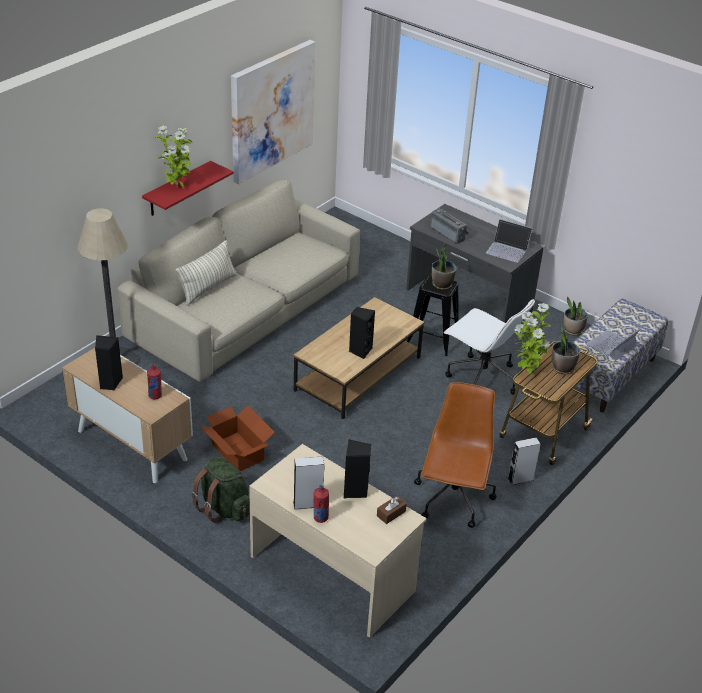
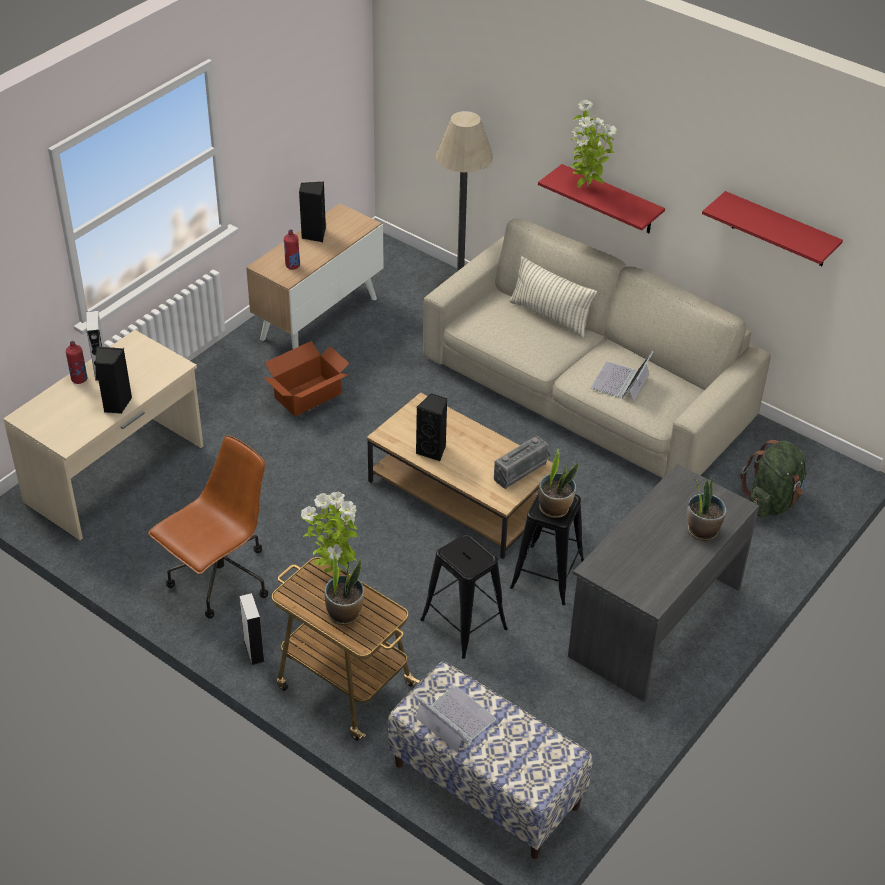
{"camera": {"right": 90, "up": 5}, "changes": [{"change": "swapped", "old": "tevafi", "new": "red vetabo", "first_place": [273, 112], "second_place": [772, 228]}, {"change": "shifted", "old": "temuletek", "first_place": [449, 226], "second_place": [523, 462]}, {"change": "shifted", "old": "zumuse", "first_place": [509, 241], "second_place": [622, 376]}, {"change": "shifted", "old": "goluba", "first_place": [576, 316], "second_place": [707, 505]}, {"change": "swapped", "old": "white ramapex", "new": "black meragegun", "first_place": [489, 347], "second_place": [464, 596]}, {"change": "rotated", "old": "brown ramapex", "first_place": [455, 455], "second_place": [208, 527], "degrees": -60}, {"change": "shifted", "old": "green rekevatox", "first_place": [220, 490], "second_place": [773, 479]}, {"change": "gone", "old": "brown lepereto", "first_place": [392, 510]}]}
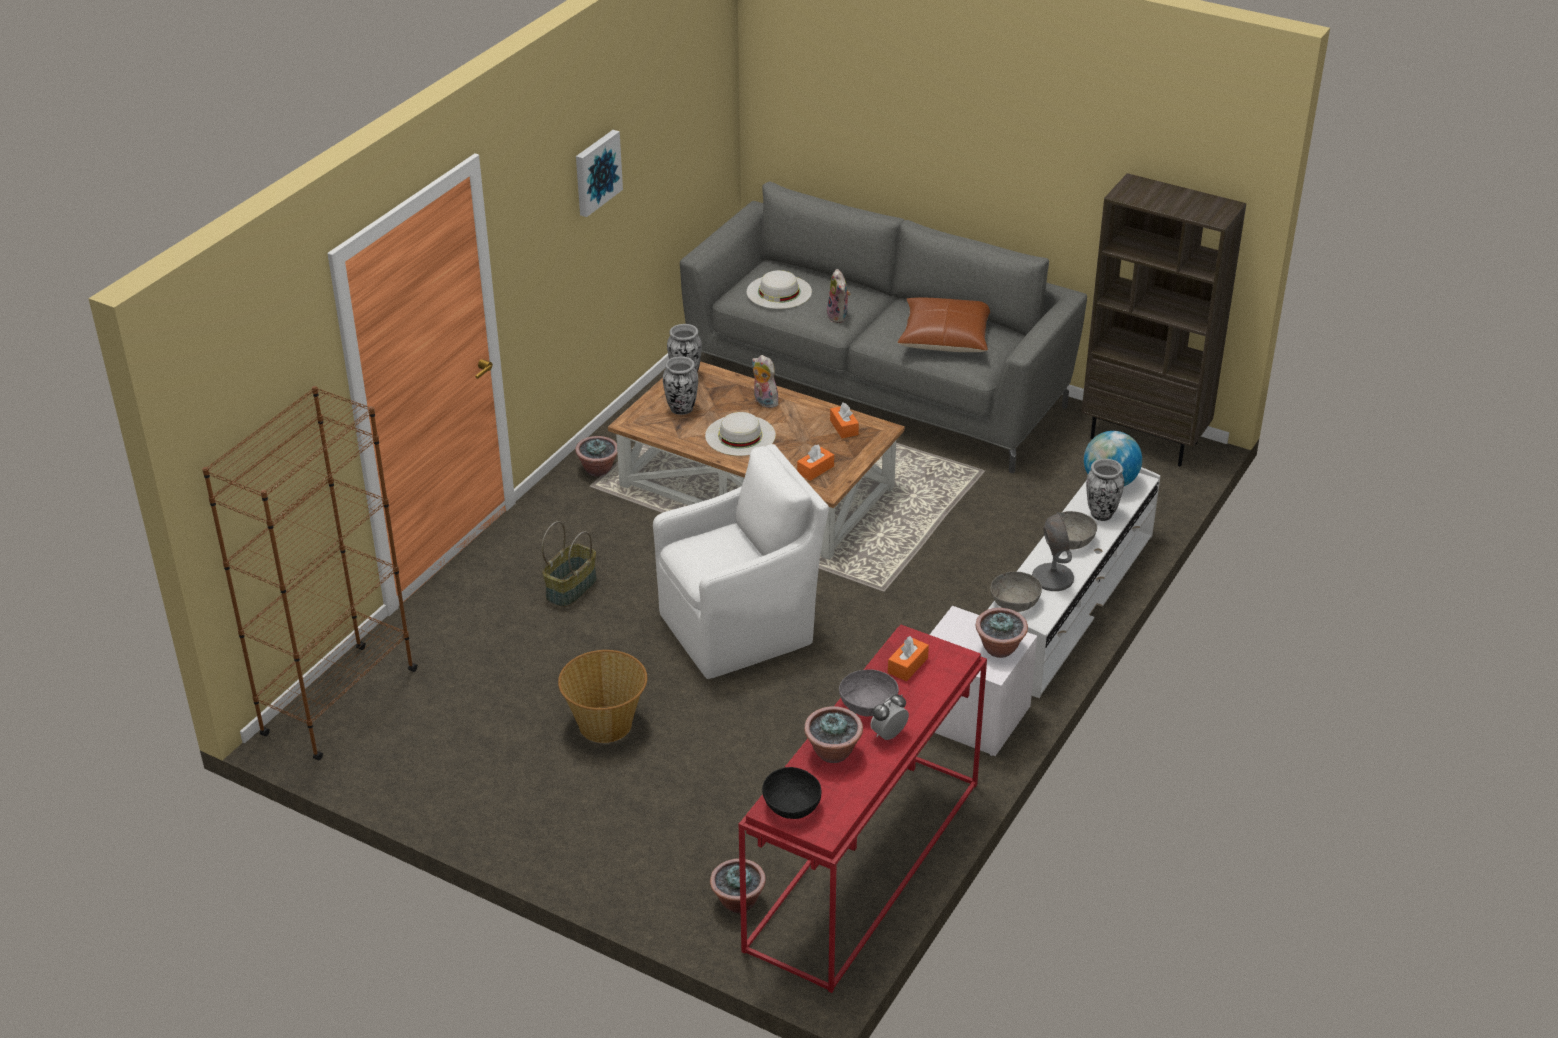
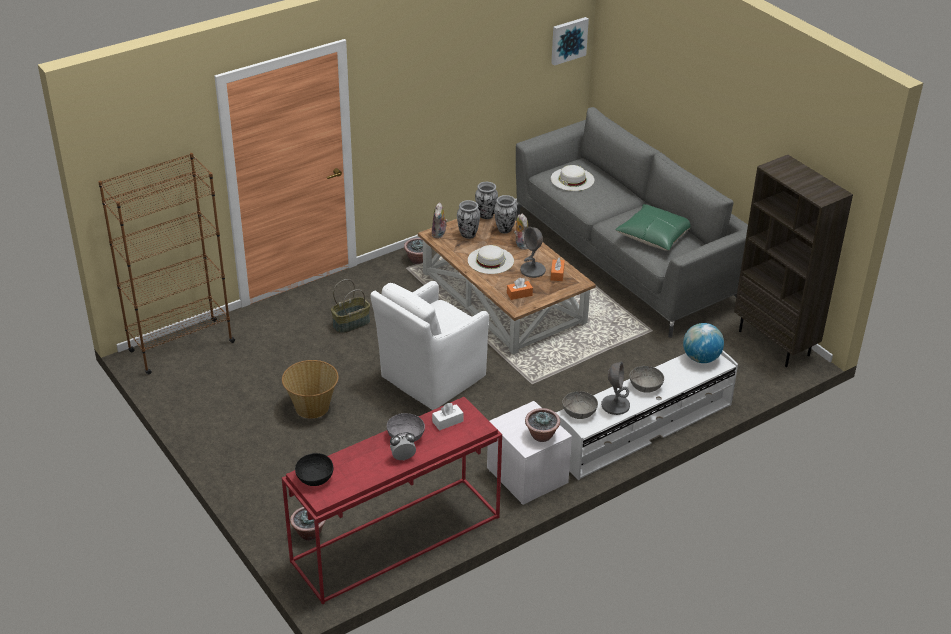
{"camera": {"right": 25, "up": 0}, "changes": [{"change": "shifted", "old": "tevafi", "first_place": [599, 173], "second_place": [570, 41]}, {"change": "shifted", "old": "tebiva", "first_place": [839, 296], "second_place": [440, 220]}, {"change": "repainted", "old": "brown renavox", "new": "green renavox", "first_place": [944, 324], "second_place": [653, 227]}, {"change": "rotated", "old": "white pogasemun", "first_place": [741, 561], "second_place": [429, 345], "degrees": 135}, {"change": "shifted", "old": "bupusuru", "first_place": [1105, 490], "second_place": [505, 214]}, {"change": "repainted", "old": "orange lepereto", "new": "white lepereto", "first_place": [908, 658], "second_place": [448, 417]}, {"change": "gone", "old": "goluba", "first_place": [833, 734]}, {"change": "new", "new": "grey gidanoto", "second_place": [533, 252]}]}
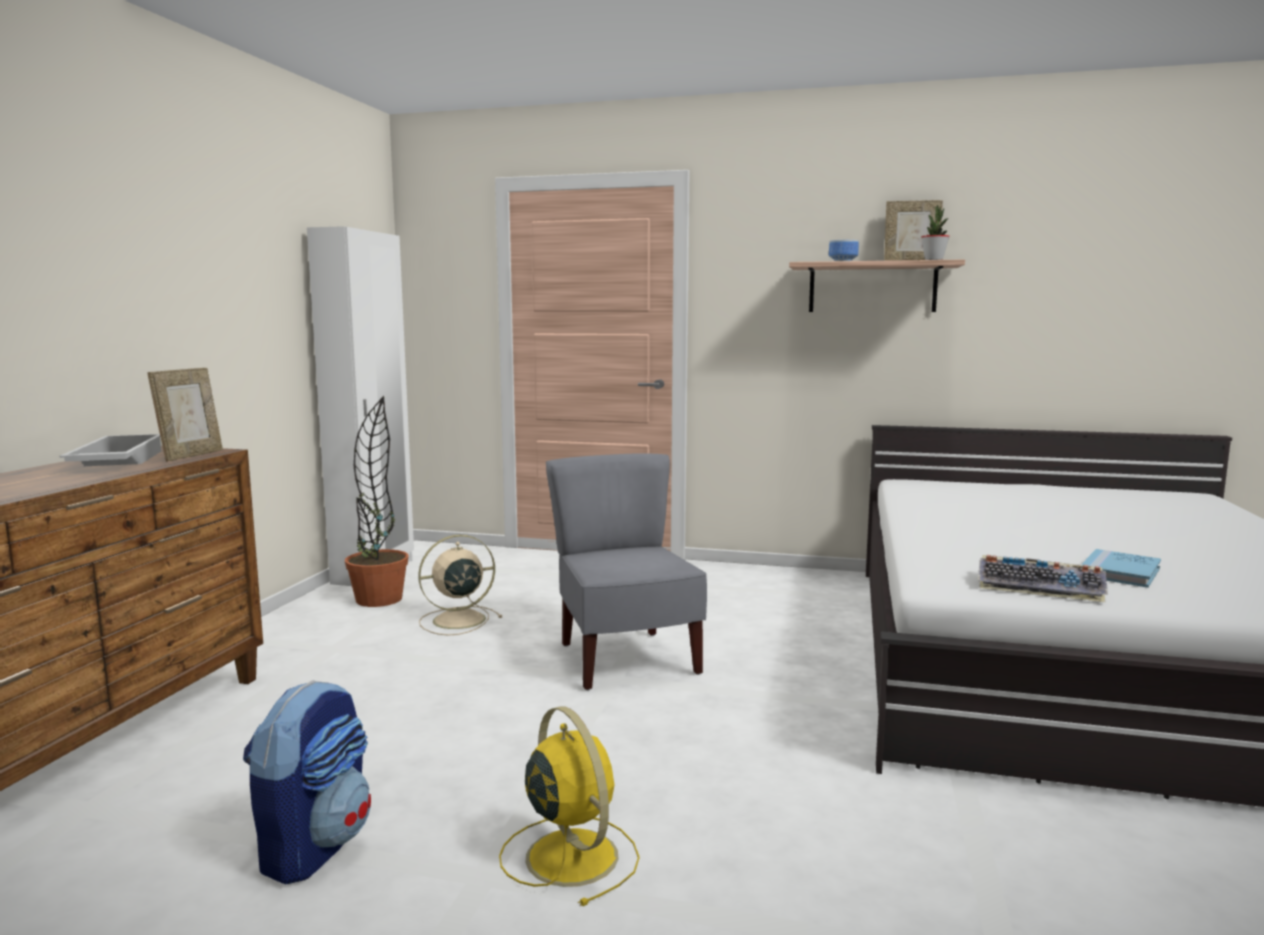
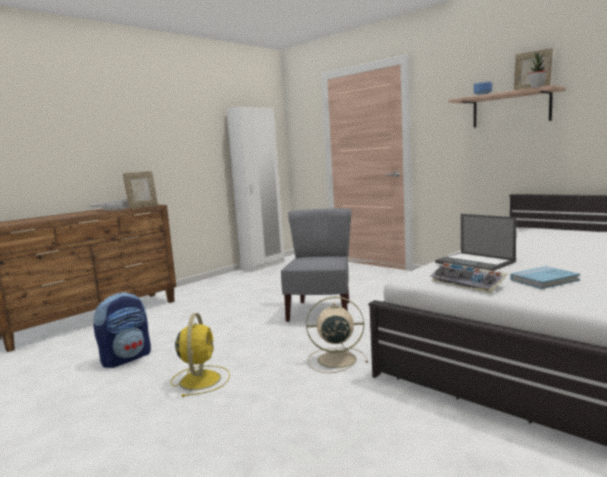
{"camera": {"right": 30, "up": 0}, "changes": [{"change": "gone", "old": "goluba", "first_place": [377, 501]}, {"change": "shifted", "old": "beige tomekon", "first_place": [460, 585], "second_place": [337, 335]}, {"change": "new", "new": "zumuse", "second_place": [476, 242]}]}
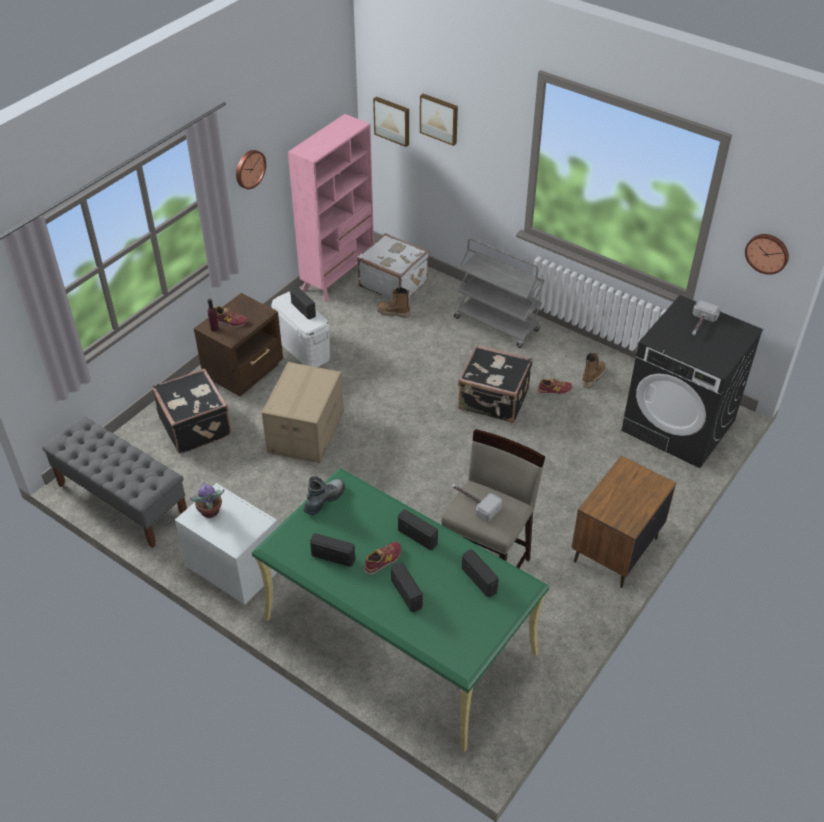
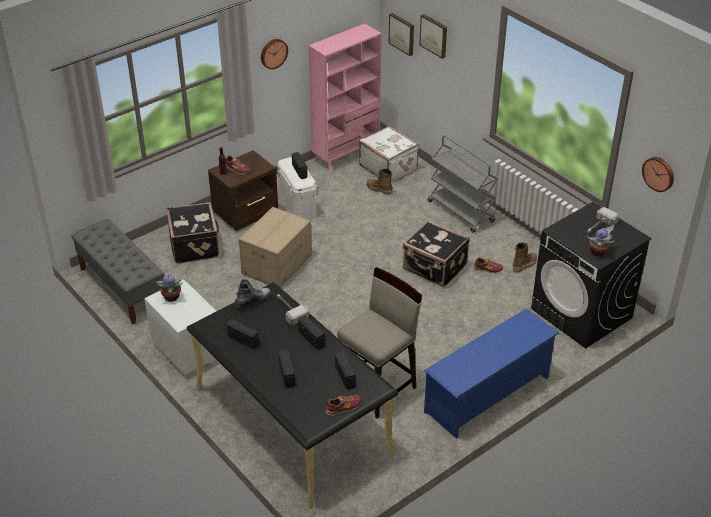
{"camera": {"right": 15, "up": -5}, "changes": [{"change": "swapped", "old": "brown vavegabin", "new": "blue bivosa", "first_place": [623, 522], "second_place": [491, 374]}, {"change": "repainted", "old": "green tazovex", "new": "black tazovex", "first_place": [400, 610], "second_place": [292, 395]}, {"change": "shifted", "old": "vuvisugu", "first_place": [477, 502], "second_place": [293, 309]}, {"change": "shifted", "old": "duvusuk", "first_place": [382, 558], "second_place": [343, 405]}, {"change": "new", "new": "goluba", "second_place": [601, 239]}]}
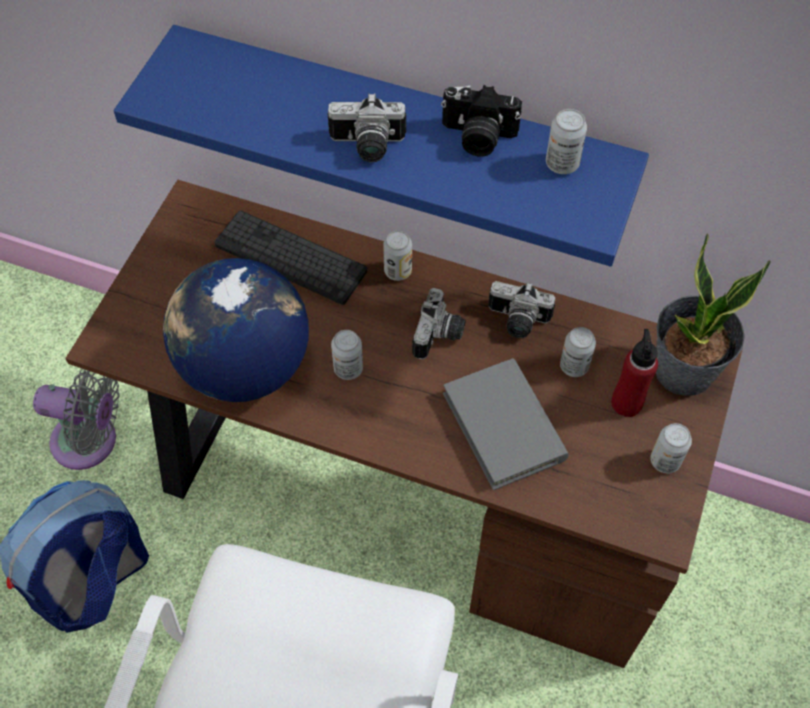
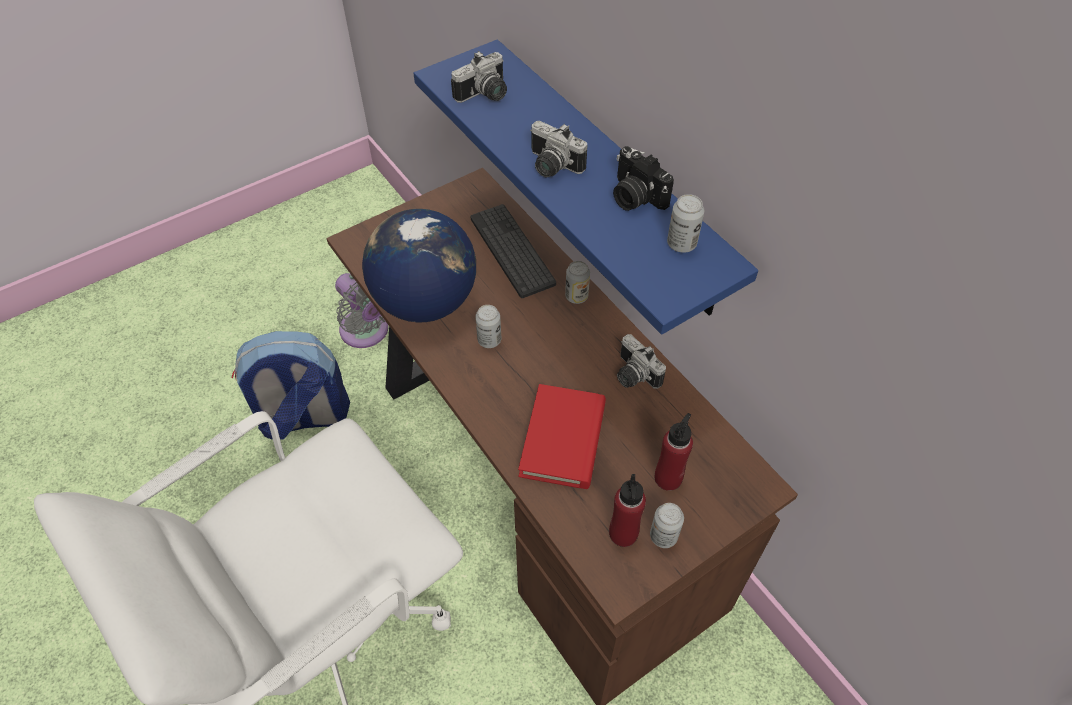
{"camera": {"right": 35, "up": -5}, "changes": [{"change": "gone", "old": "goluba", "first_place": [713, 314]}, {"change": "shifted", "old": "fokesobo", "first_place": [439, 324], "second_place": [479, 77]}, {"change": "gone", "old": "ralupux", "first_place": [578, 352]}, {"change": "repainted", "old": "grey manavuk", "new": "red manavuk", "first_place": [506, 424], "second_place": [562, 436]}, {"change": "new", "new": "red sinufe", "second_place": [627, 510]}]}
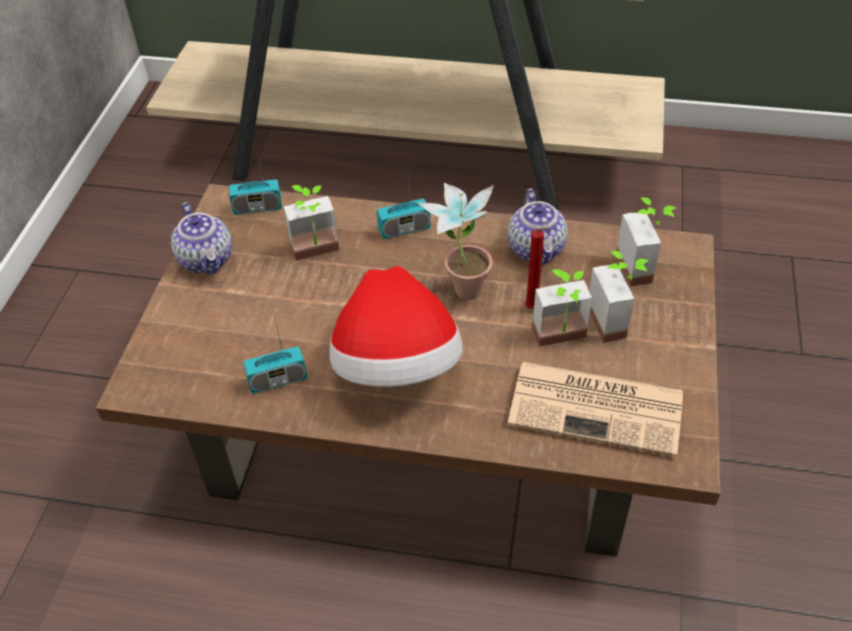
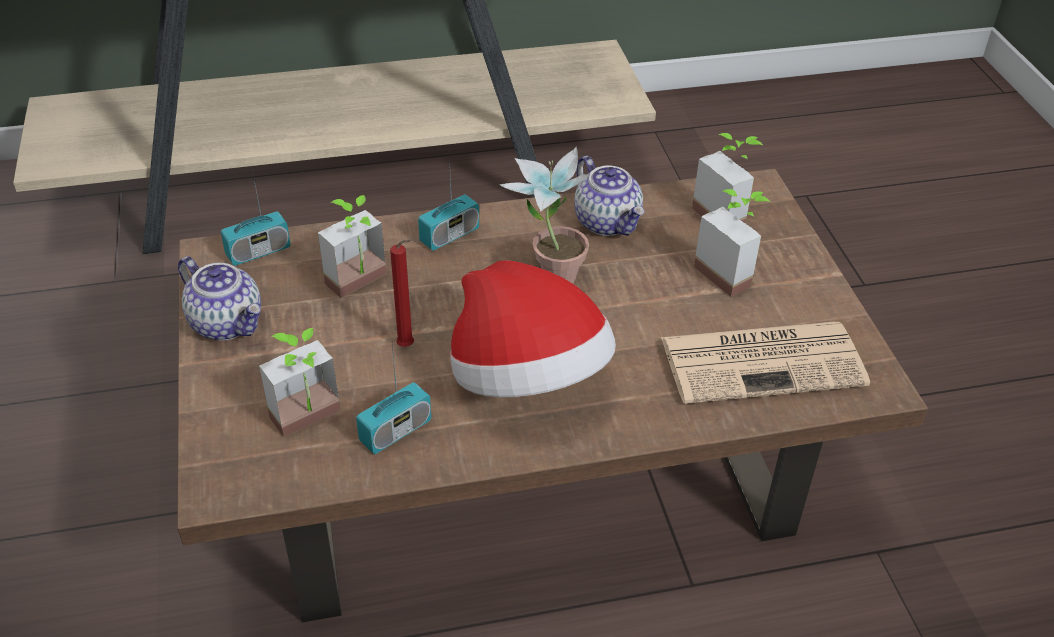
{"camera": {"right": -25, "up": -5}, "changes": [{"change": "shifted", "old": "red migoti", "first_place": [537, 268], "second_place": [402, 293]}, {"change": "shifted", "old": "goluba", "first_place": [562, 308], "second_place": [299, 382]}]}
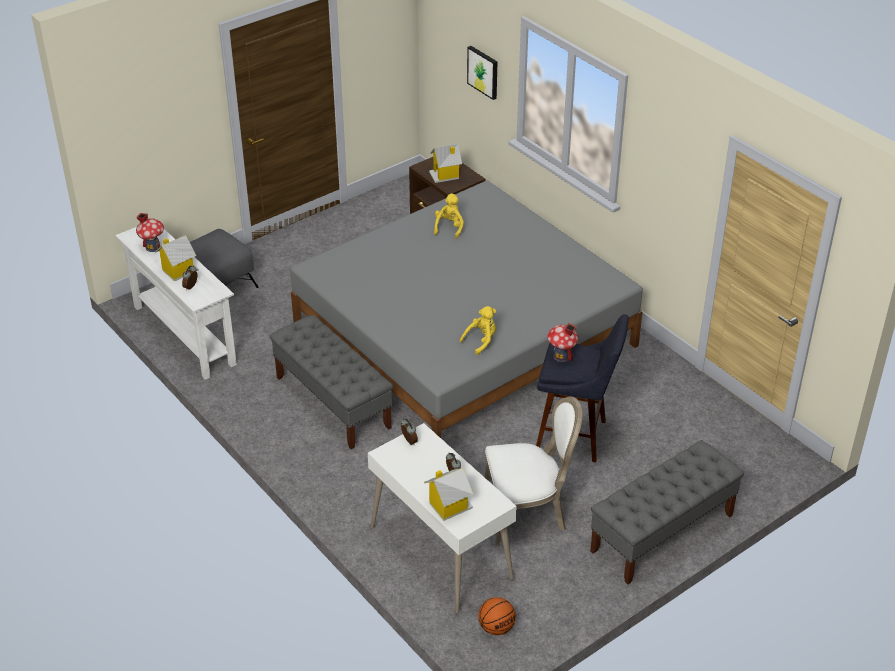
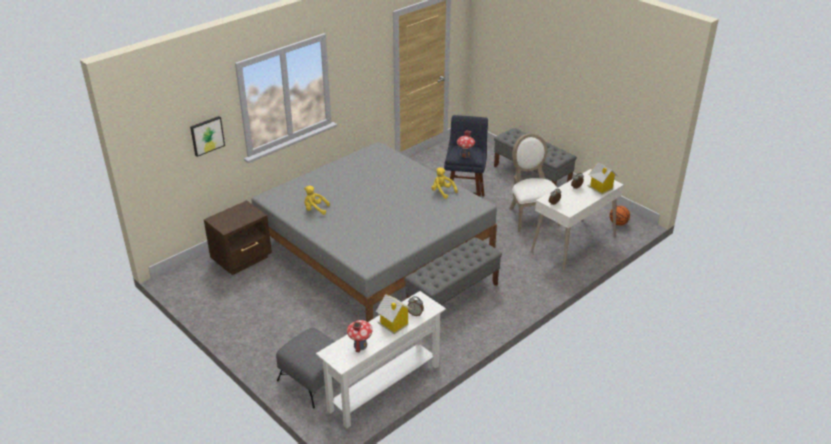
{"camera": {"right": -95, "up": -5}, "changes": [{"change": "gone", "old": "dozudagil", "first_place": [445, 163]}]}
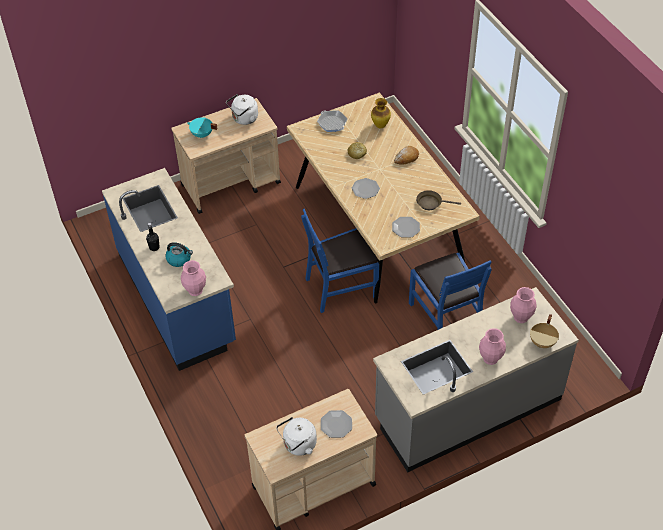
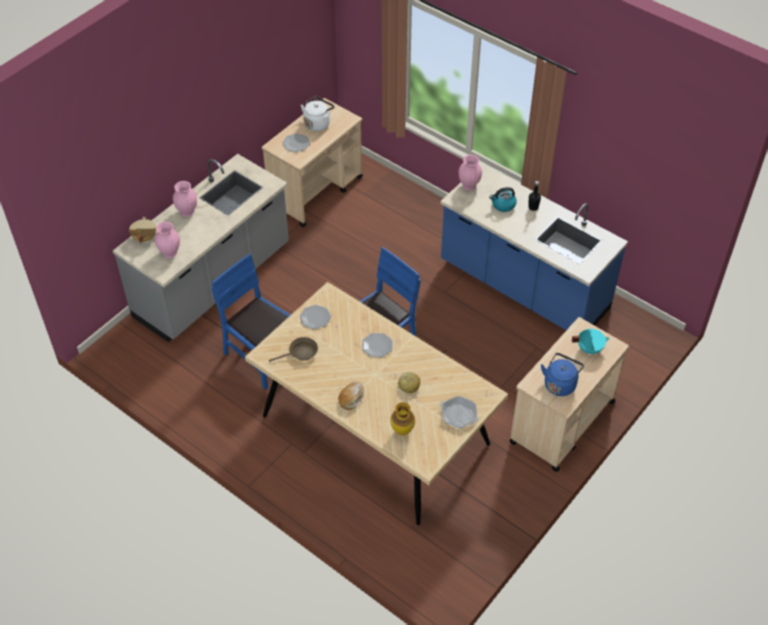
{"camera": {"right": 155, "up": 0}, "changes": [{"change": "repainted", "old": "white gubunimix", "new": "blue gubunimix", "first_place": [242, 109], "second_place": [562, 374]}]}
